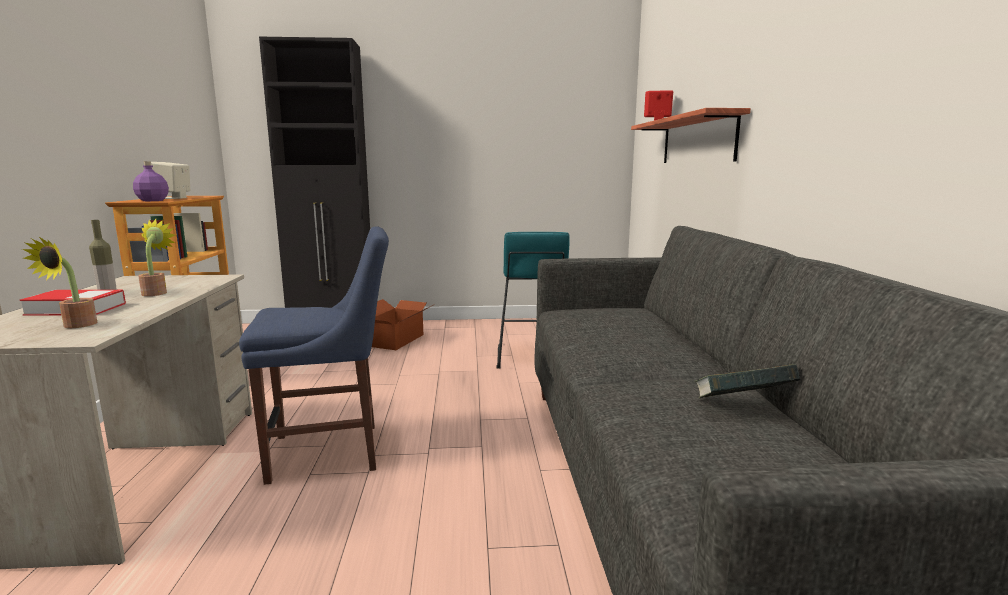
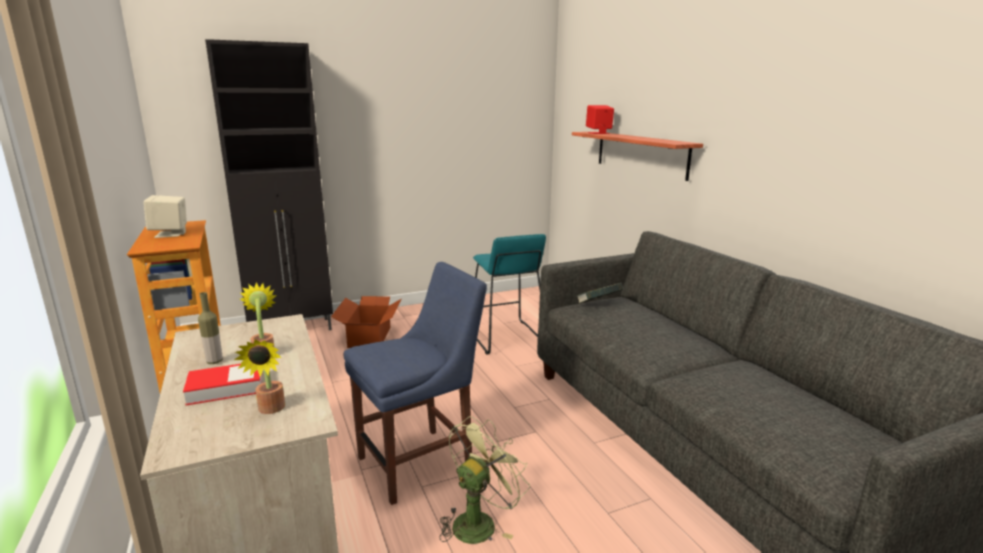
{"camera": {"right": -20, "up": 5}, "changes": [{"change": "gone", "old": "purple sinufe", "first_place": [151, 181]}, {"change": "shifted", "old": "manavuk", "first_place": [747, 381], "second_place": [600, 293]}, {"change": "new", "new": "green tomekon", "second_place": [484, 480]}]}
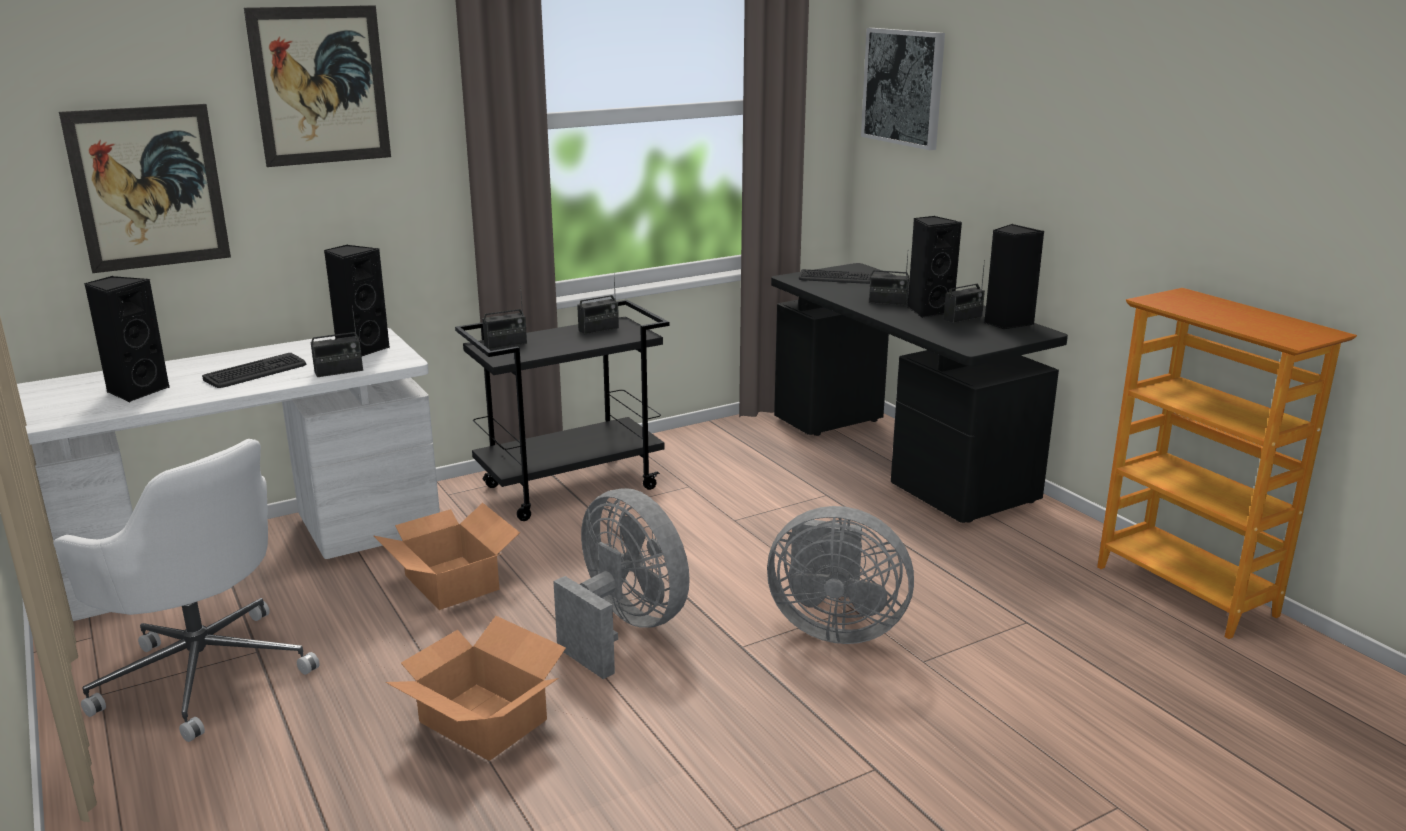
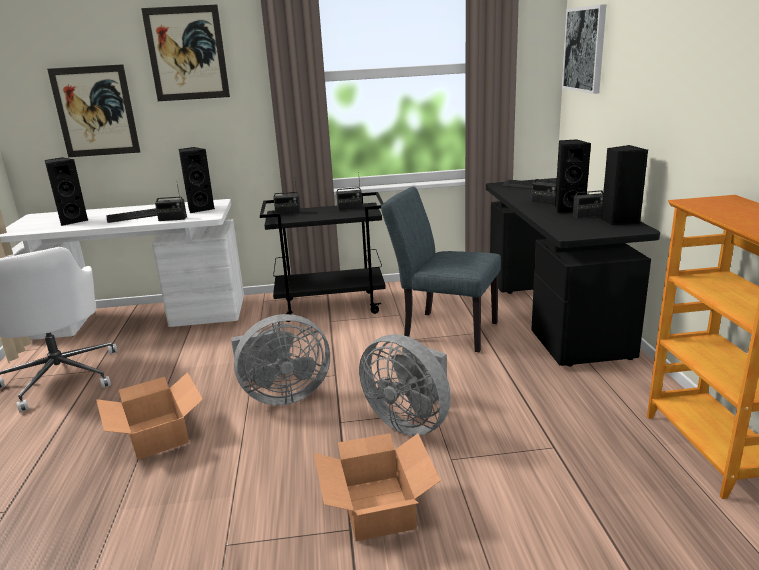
{"camera": {"right": 25, "up": 0}, "changes": [{"change": "rotated", "old": "grey tomekon", "first_place": [621, 583], "second_place": [280, 359], "degrees": 90}, {"change": "shifted", "old": "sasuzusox", "first_place": [446, 556], "second_place": [377, 487]}, {"change": "new", "new": "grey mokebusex", "second_place": [441, 269]}]}
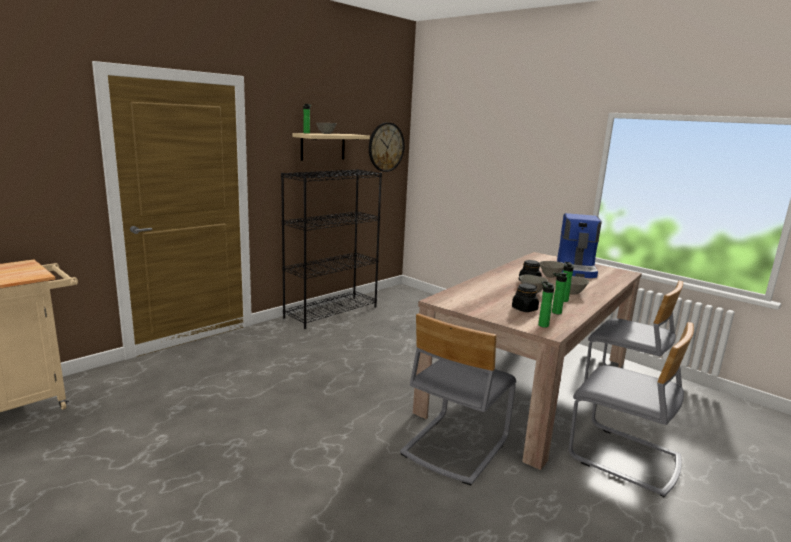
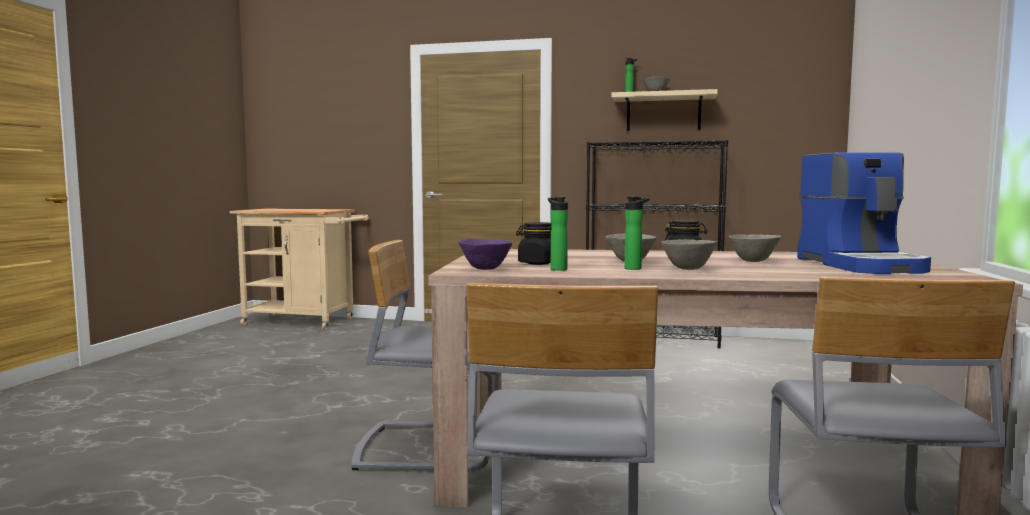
{"camera": {"right": 60, "up": -10}, "changes": [{"change": "gone", "old": "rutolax", "first_place": [387, 147]}, {"change": "rotated", "old": "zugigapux", "first_place": [579, 245], "second_place": [864, 213], "degrees": -75}, {"change": "swapped", "old": "sinufe", "new": "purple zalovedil", "first_place": [546, 304], "second_place": [485, 254]}]}
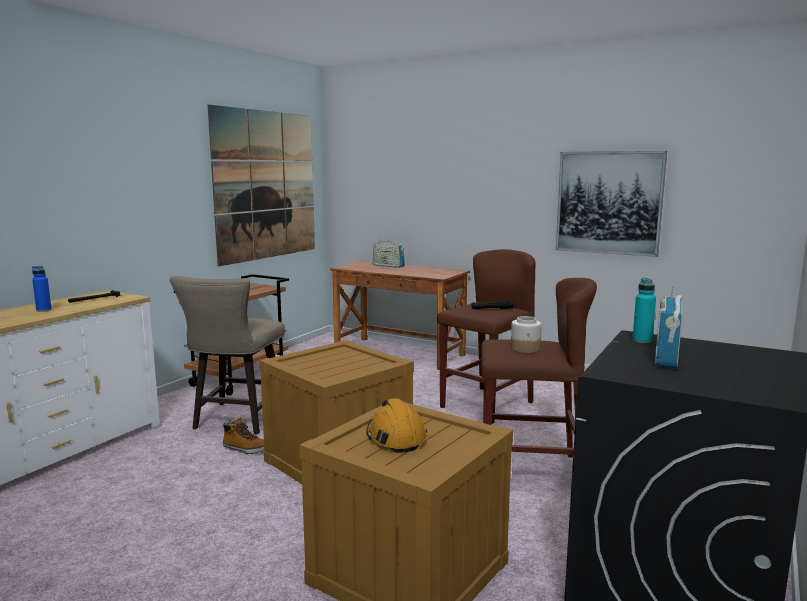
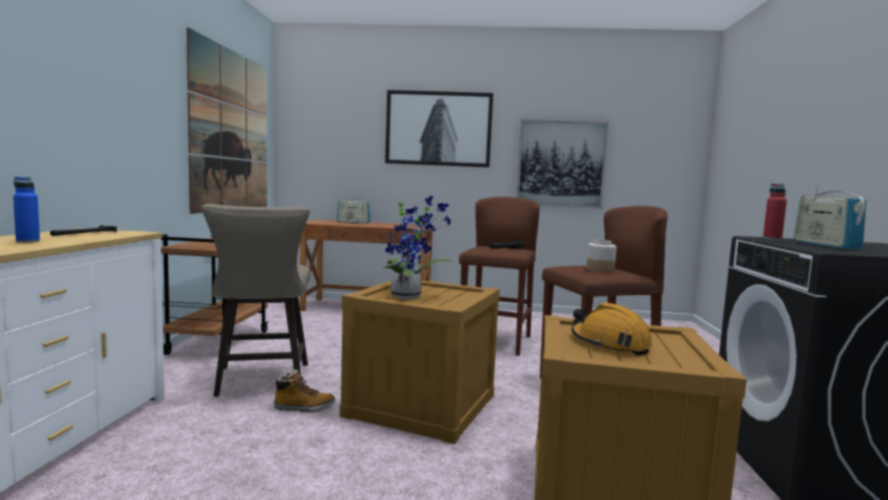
{"camera": {"right": -25, "up": -5}, "changes": [{"change": "repainted", "old": "turquoise sinufe", "new": "red sinufe", "first_place": [644, 310], "second_place": [775, 212]}, {"change": "new", "new": "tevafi", "second_place": [439, 128]}, {"change": "new", "new": "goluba", "second_place": [417, 247]}]}
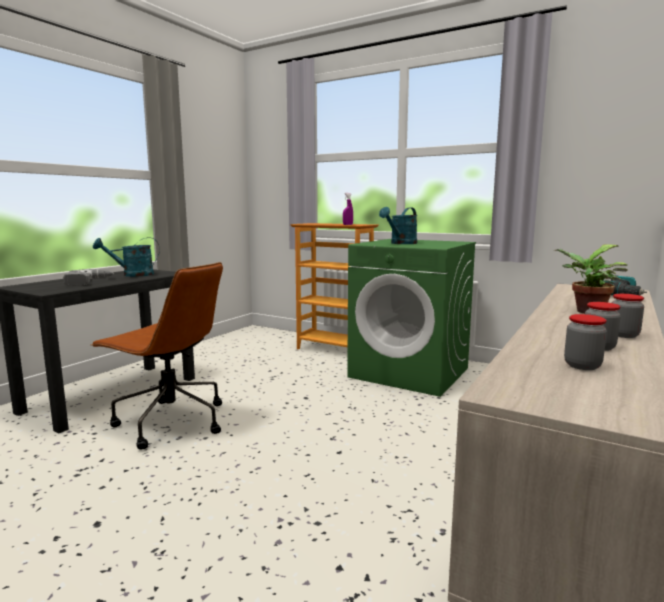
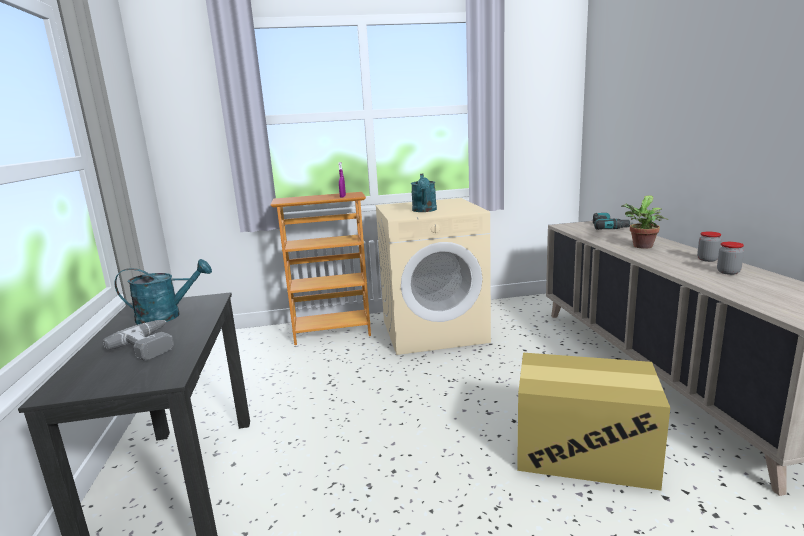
{"camera": {"right": -40, "up": 5}, "changes": [{"change": "rotated", "old": "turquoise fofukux", "first_place": [126, 257], "second_place": [163, 292], "degrees": -135}, {"change": "repainted", "old": "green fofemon", "new": "beige fofemon", "first_place": [411, 318], "second_place": [433, 276]}, {"change": "gone", "old": "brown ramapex", "first_place": [156, 356]}, {"change": "gone", "old": "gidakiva", "first_place": [585, 342]}, {"change": "new", "new": "sasuzusox", "second_place": [593, 422]}]}
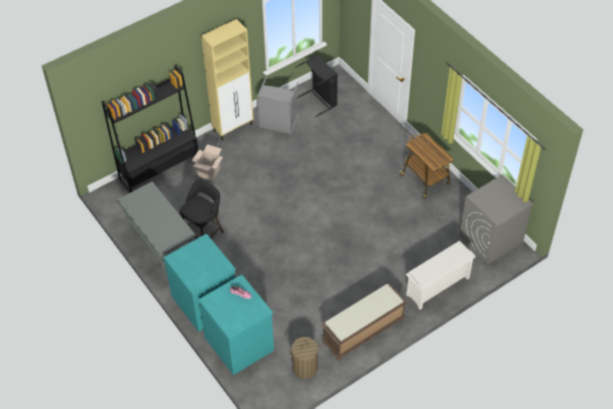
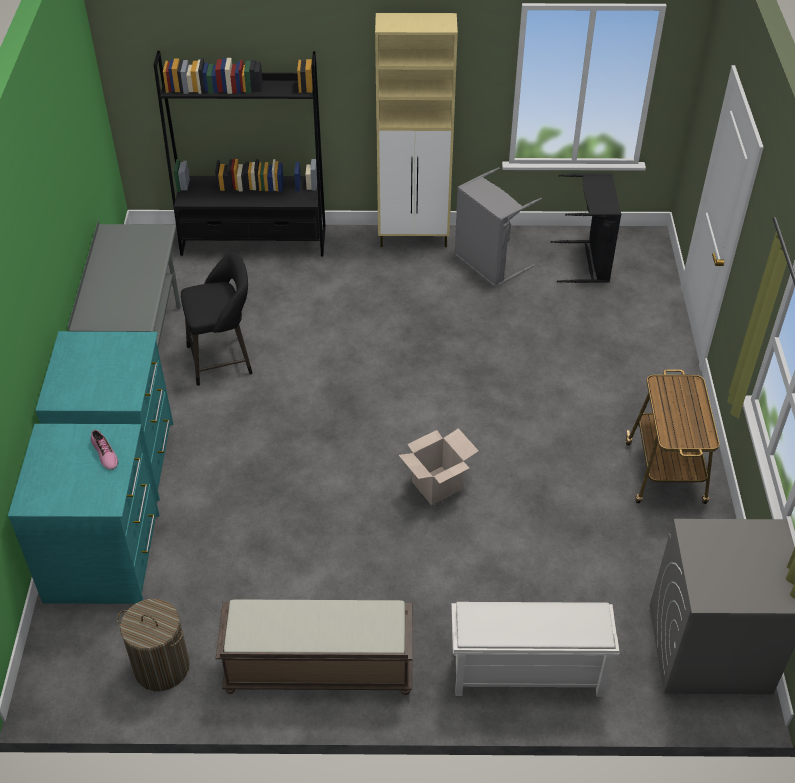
{"camera": {"right": 35, "up": -5}, "changes": [{"change": "shifted", "old": "sasuzusox", "first_place": [207, 162], "second_place": [439, 466]}]}
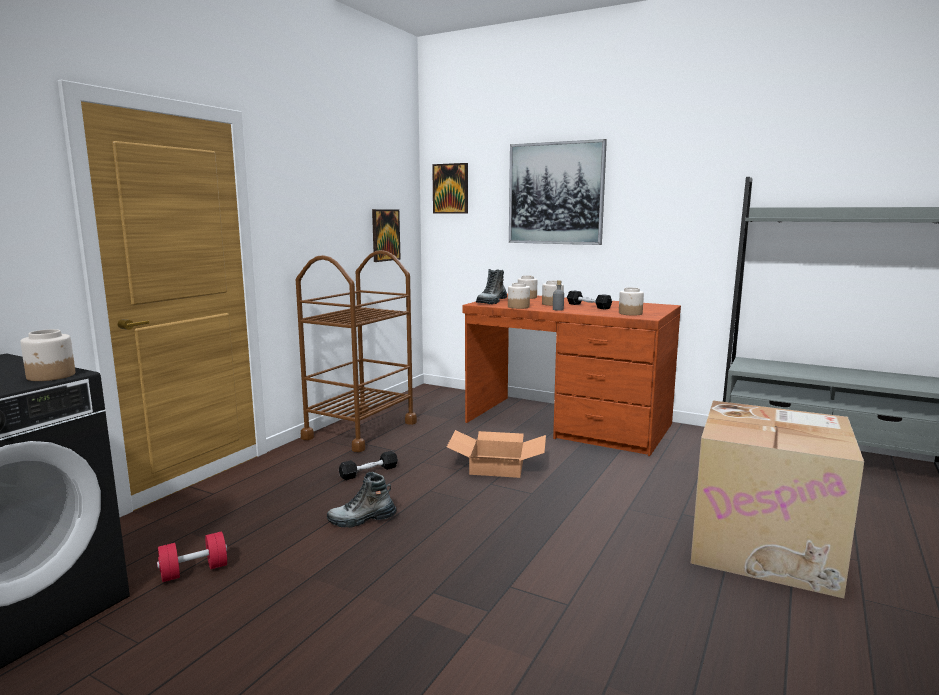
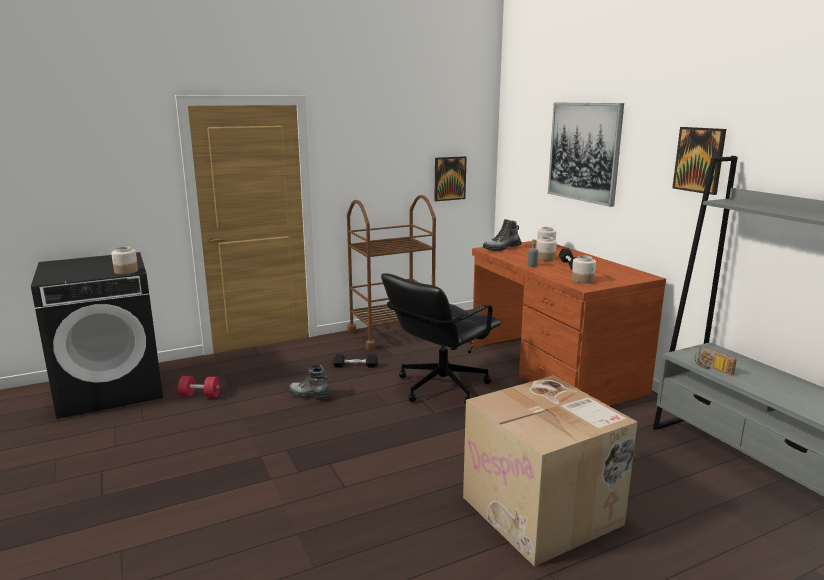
{"camera": {"right": 35, "up": 5}, "changes": [{"change": "shifted", "old": "tevafi", "first_place": [450, 188], "second_place": [699, 161]}, {"change": "gone", "old": "gidakiva", "first_place": [519, 296]}, {"change": "swapped", "old": "sasuzusox", "new": "black ramapex", "first_place": [496, 454], "second_place": [441, 339]}, {"change": "new", "new": "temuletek", "second_place": [715, 361]}]}
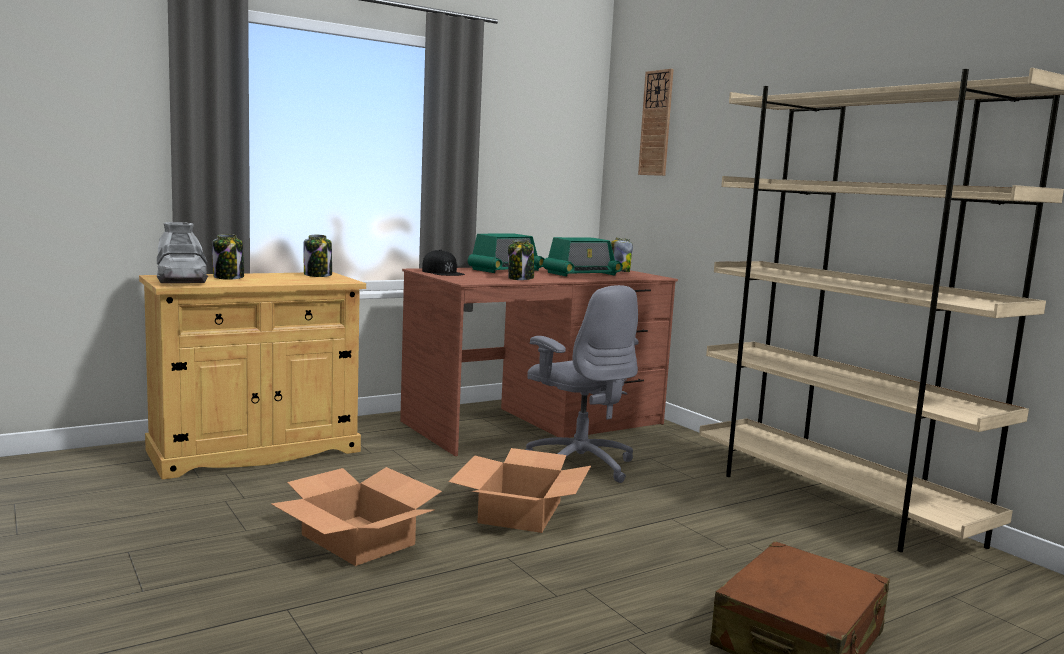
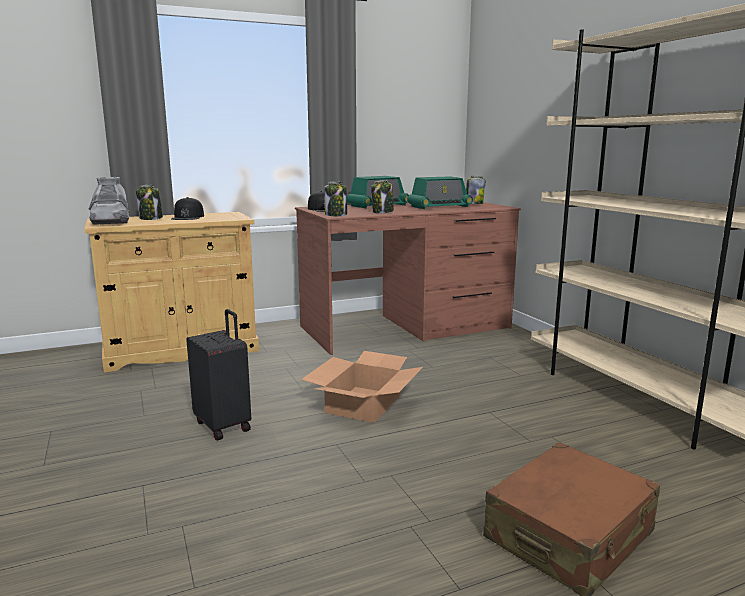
{"camera": {"right": 10, "up": 5}, "changes": [{"change": "gone", "old": "rutolax", "first_place": [656, 122]}, {"change": "shifted", "old": "gidakiva", "first_place": [317, 256], "second_place": [335, 198]}, {"change": "gone", "old": "grey ramapex", "first_place": [582, 384]}, {"change": "swapped", "old": "sasuzusox", "new": "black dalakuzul", "first_place": [356, 516], "second_place": [218, 374]}, {"change": "new", "new": "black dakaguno", "second_place": [187, 208]}]}
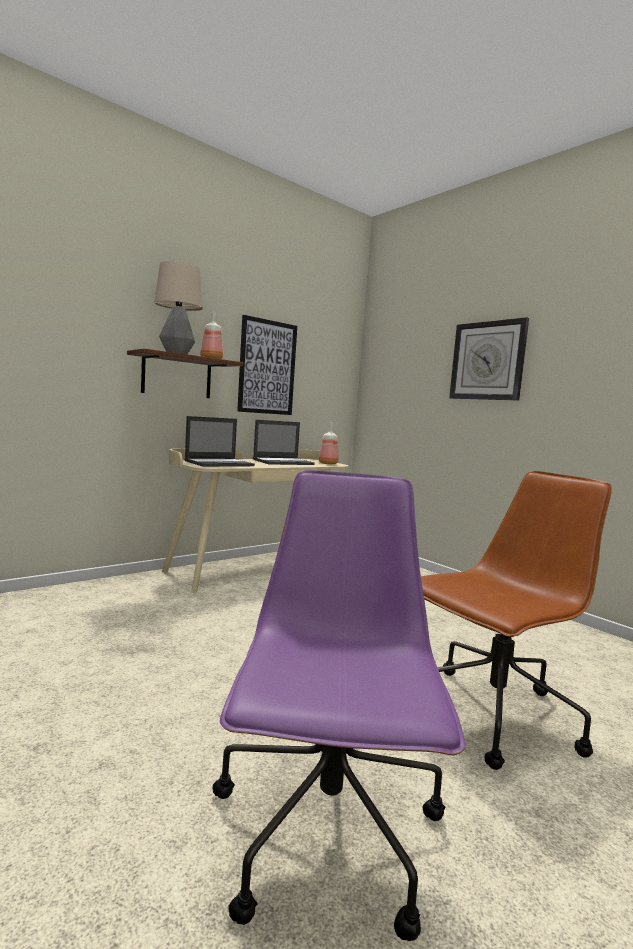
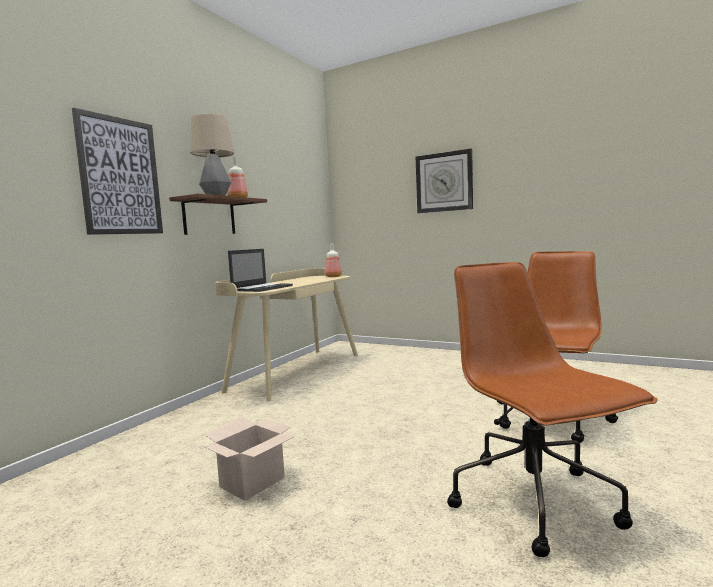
{"camera": {"right": -20, "up": 0}, "changes": [{"change": "shifted", "old": "tevafi", "first_place": [267, 365], "second_place": [117, 171]}, {"change": "gone", "old": "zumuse", "first_place": [284, 442]}, {"change": "repainted", "old": "purple ramapex", "new": "brown ramapex", "first_place": [339, 705], "second_place": [552, 409]}, {"change": "new", "new": "sasuzusox", "second_place": [249, 459]}]}
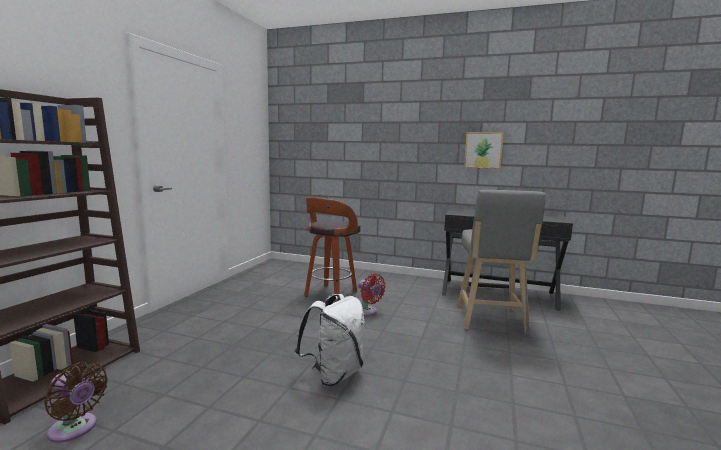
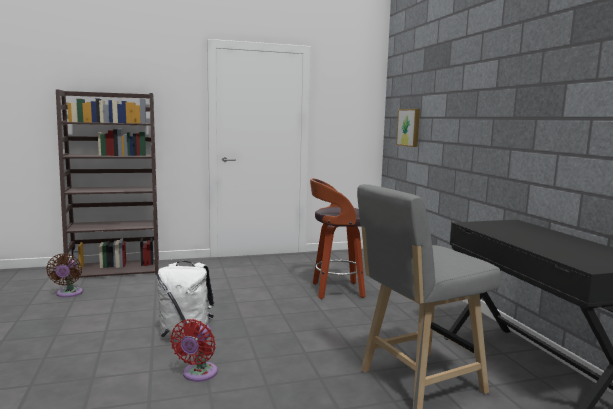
{"camera": {"right": 55, "up": 0}, "changes": [{"change": "shifted", "old": "tevafi", "first_place": [484, 150], "second_place": [408, 128]}, {"change": "shifted", "old": "red tomekon", "first_place": [372, 295], "second_place": [194, 350]}]}
